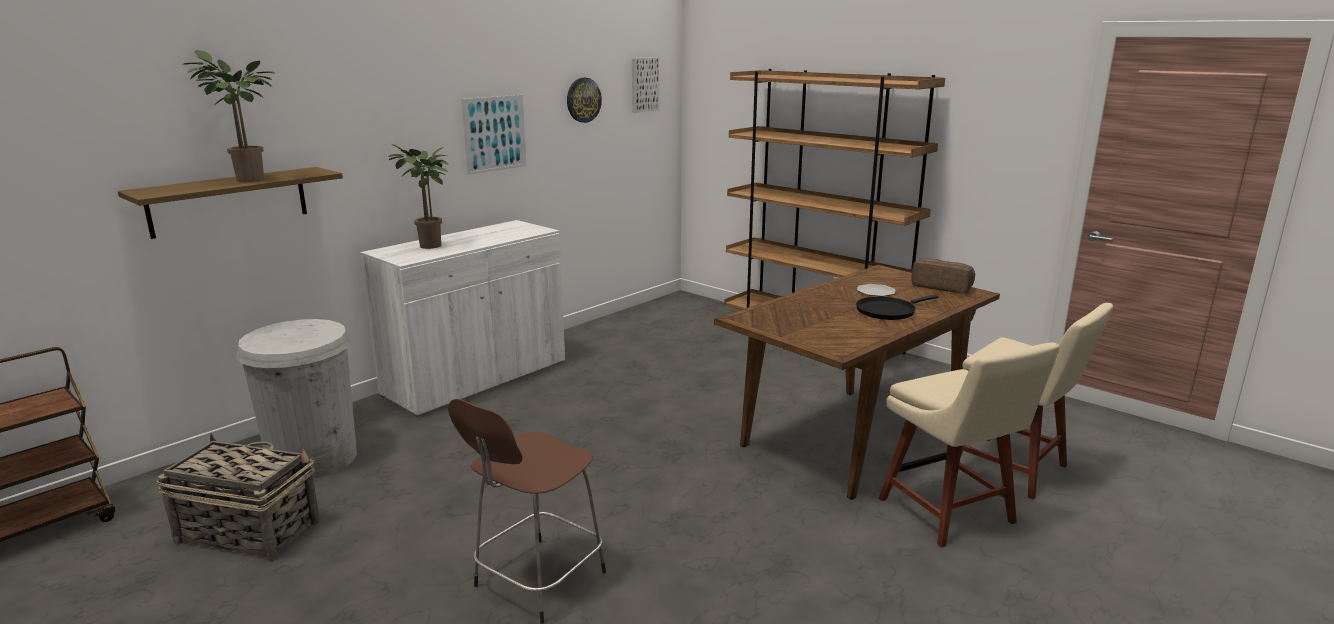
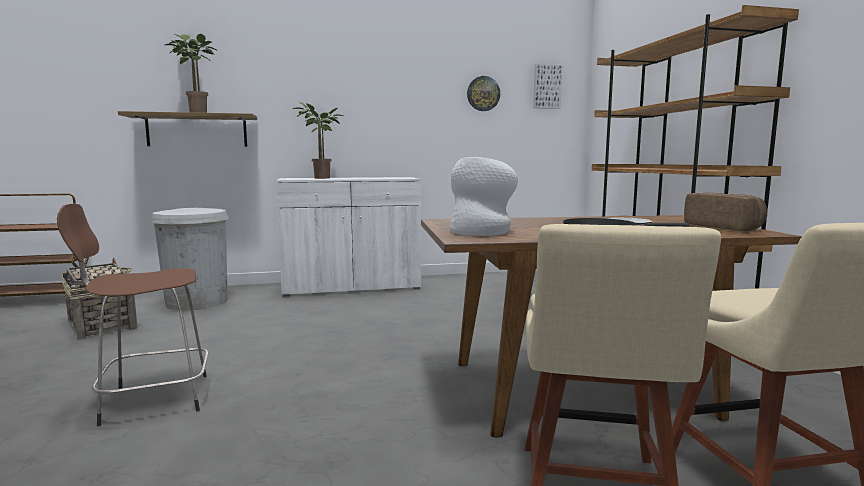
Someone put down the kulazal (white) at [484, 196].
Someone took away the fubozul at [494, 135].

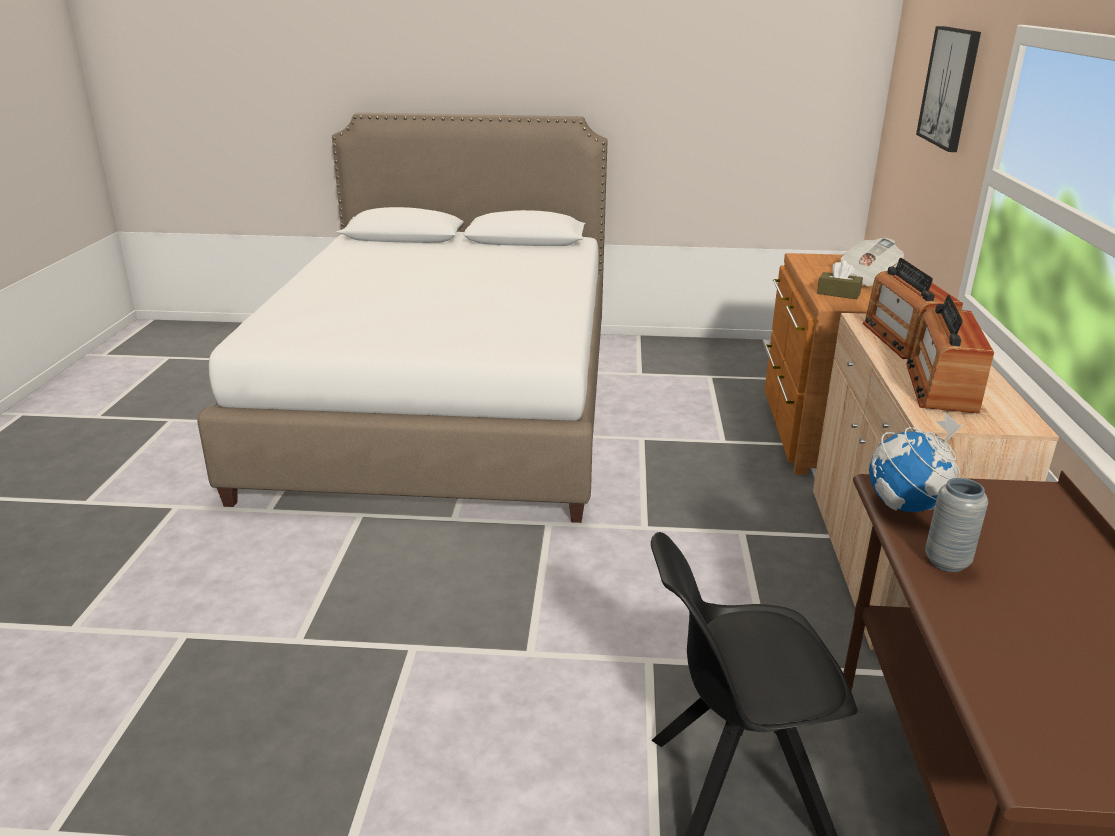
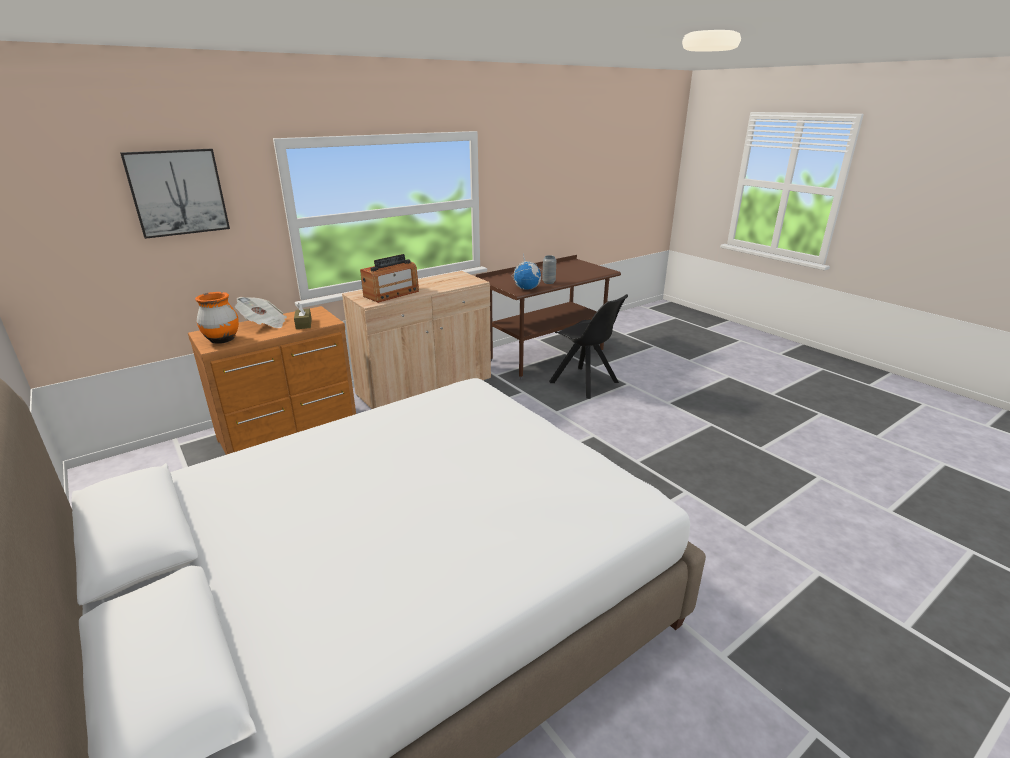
Someone put down the kulazal (orange) at [217, 318].
Someone took away the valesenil at [950, 354].

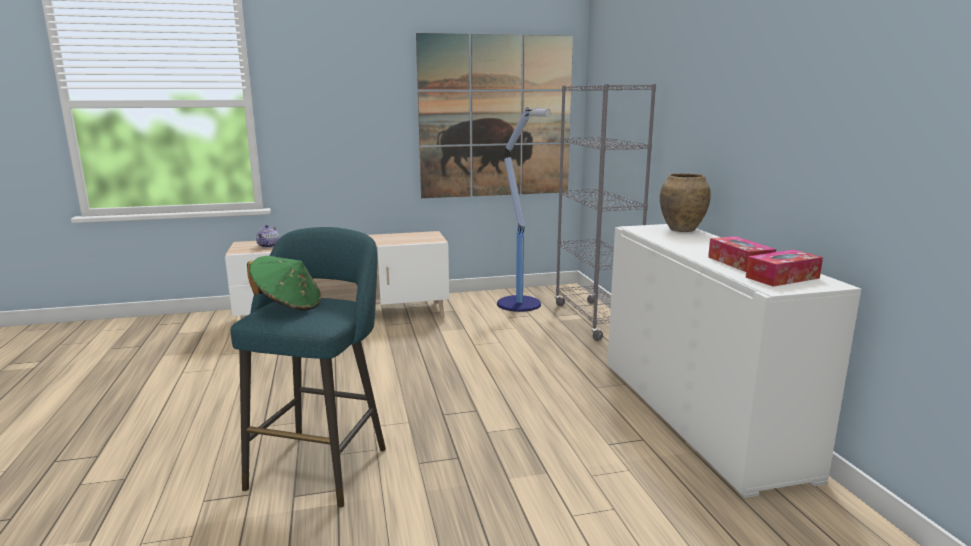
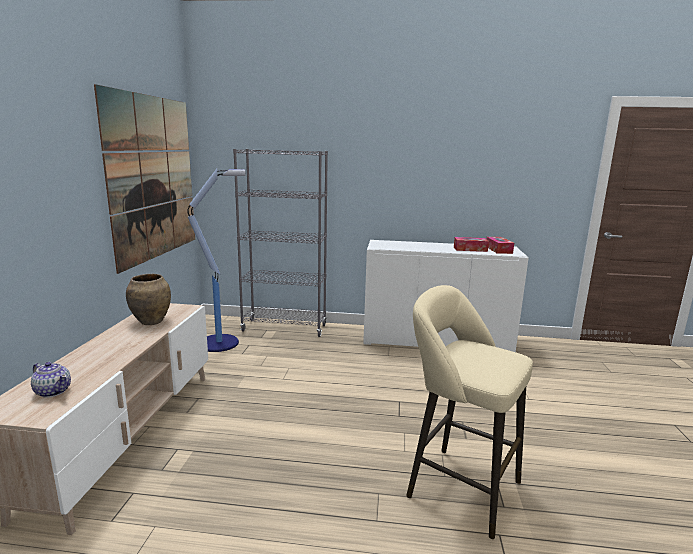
Someone carried the kulazal (brown) from [685, 202] to [148, 299].
Someone repainted the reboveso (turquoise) at [308, 367], which became the reboveso (beige) at [469, 412].
Someone took away the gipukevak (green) at [284, 283].

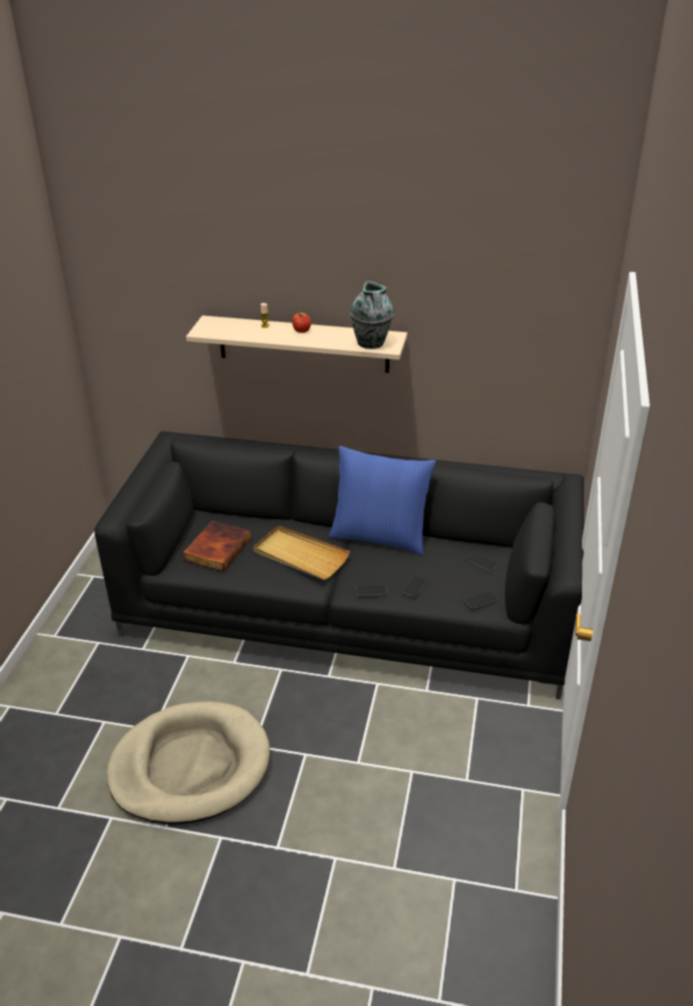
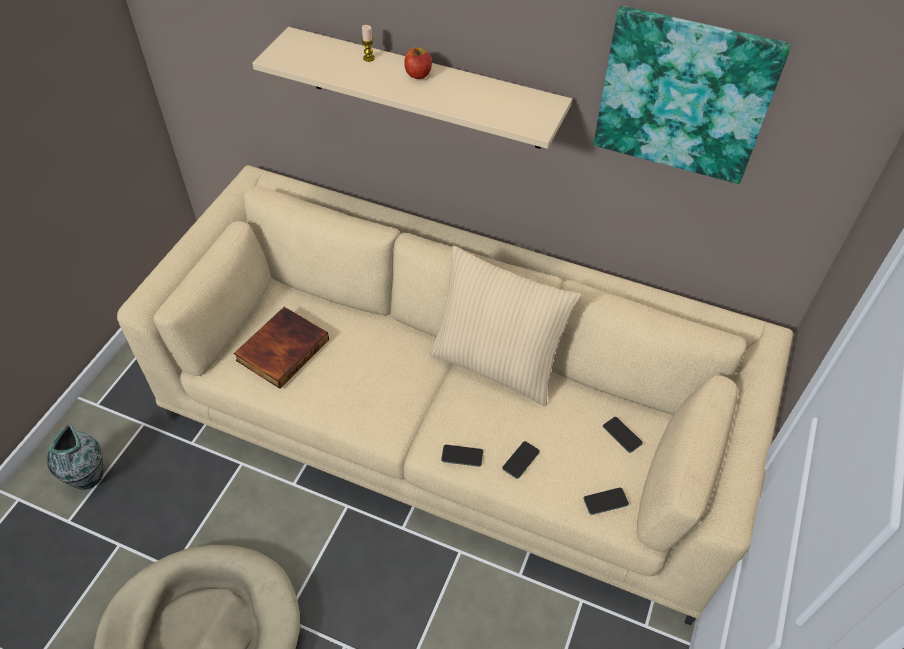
Someone carried the kulazal from [372, 315] to [75, 456].
Someone repainted the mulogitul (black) at [339, 565], which became the mulogitul (beige) at [455, 395].
Someone repainted the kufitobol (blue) at [382, 500], which became the kufitobol (beige) at [505, 325].
Someone put up the fubozul at [692, 95].
Someone took away the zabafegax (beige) at [302, 552].

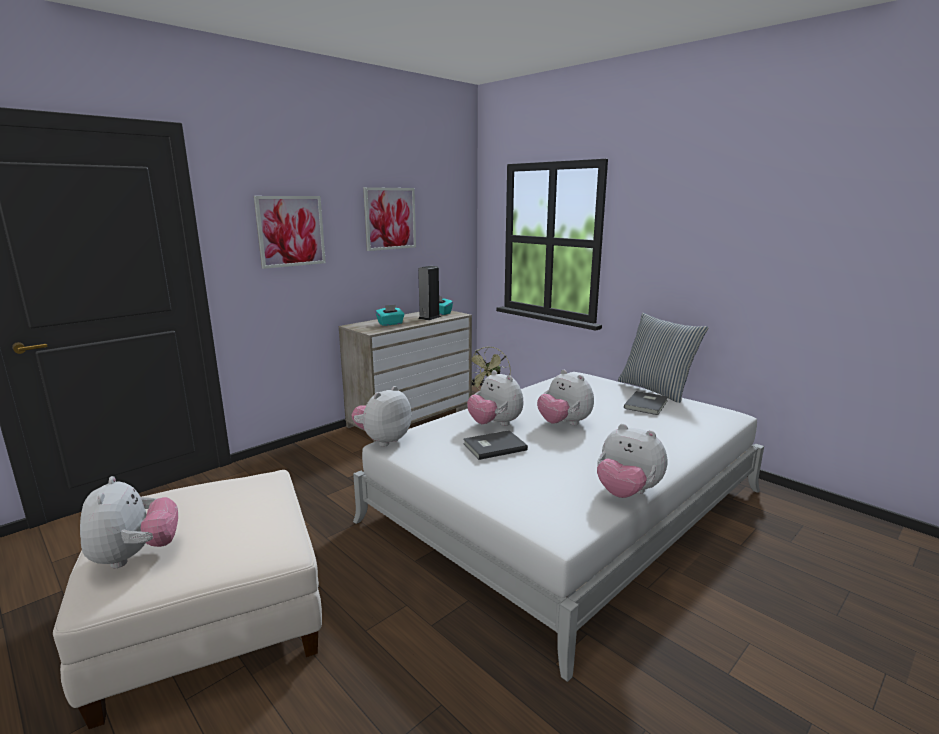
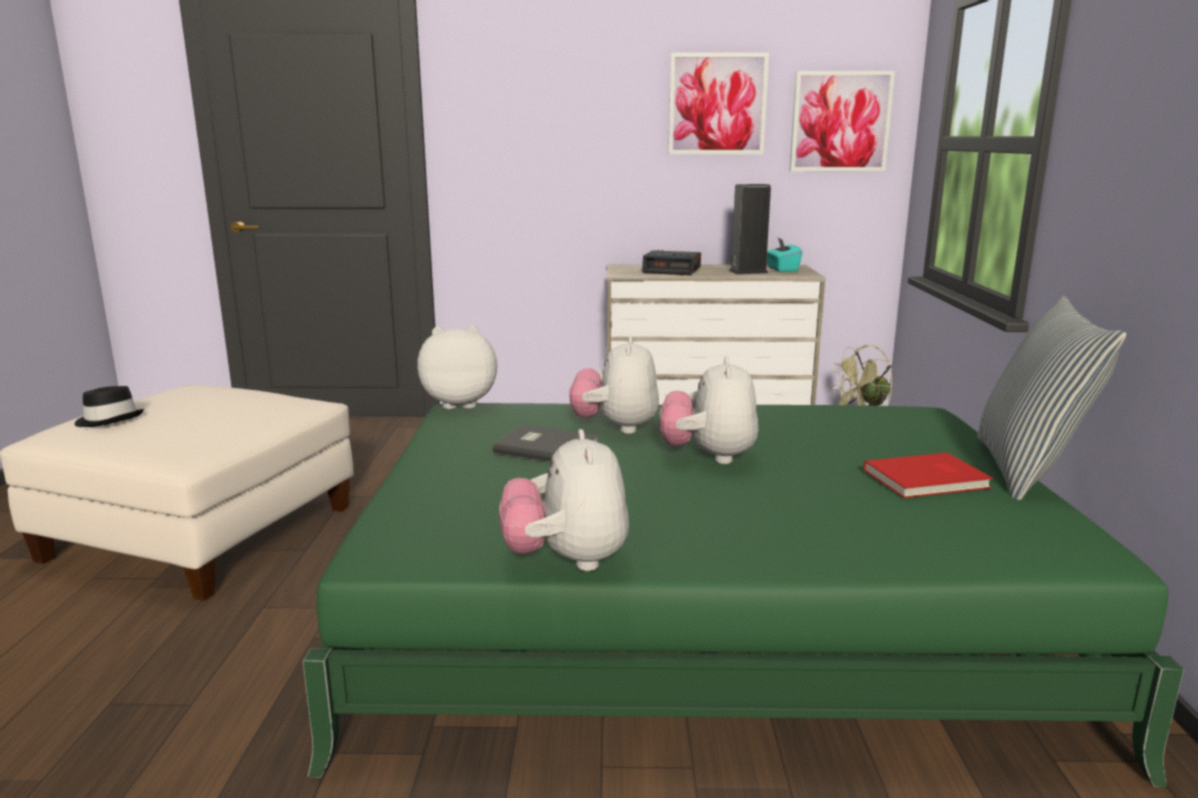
Someone swapped the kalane at [129, 522] for the gipukevak (black) at [109, 406].
Someone repainted the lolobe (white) at [558, 527], which became the lolobe (green) at [743, 595].
Someone swapped the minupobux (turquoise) at [390, 315] for the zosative at [671, 262].
Someone carried the fubozul from [290, 232] to [842, 121].
Someone repainted the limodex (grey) at [646, 403], which became the limodex (red) at [928, 475].

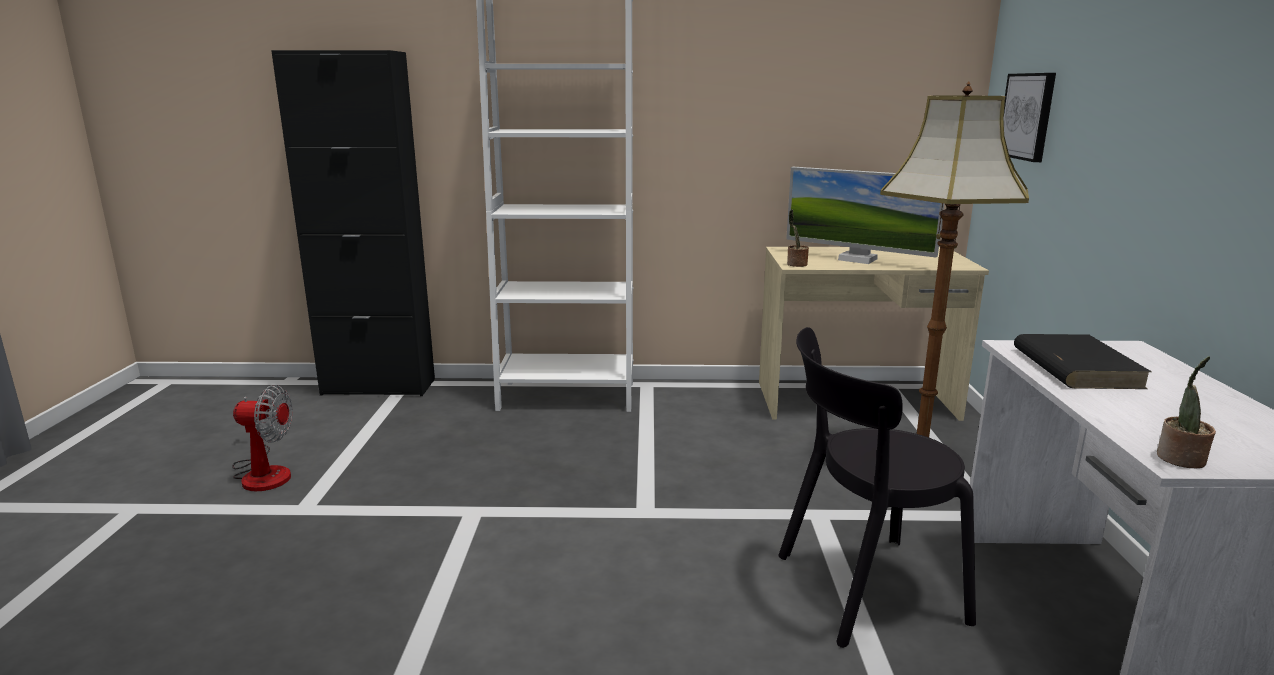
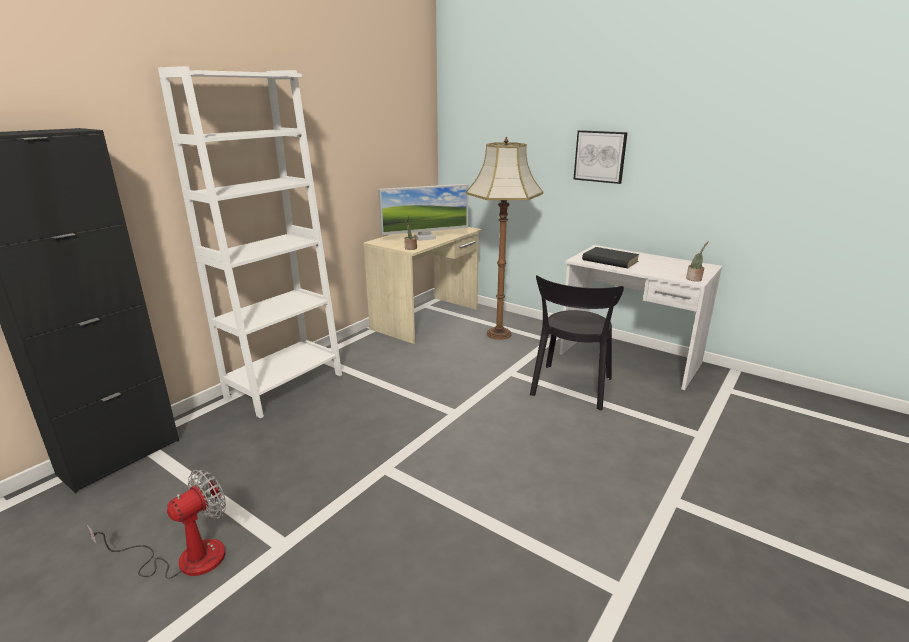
Someone carried the fubozul from [1029, 117] to [600, 157].

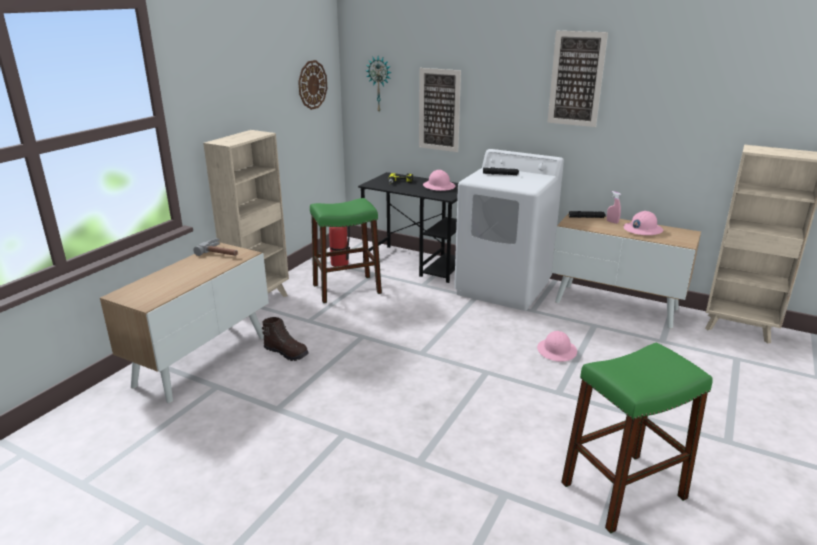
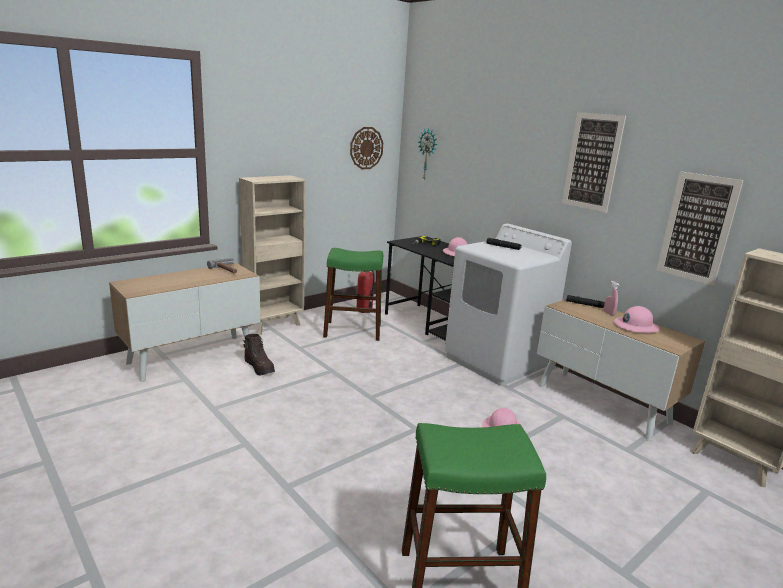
Someone carried the fubozul from [440, 110] to [700, 228].

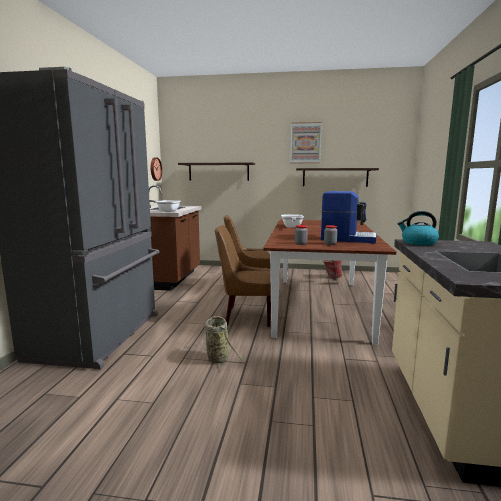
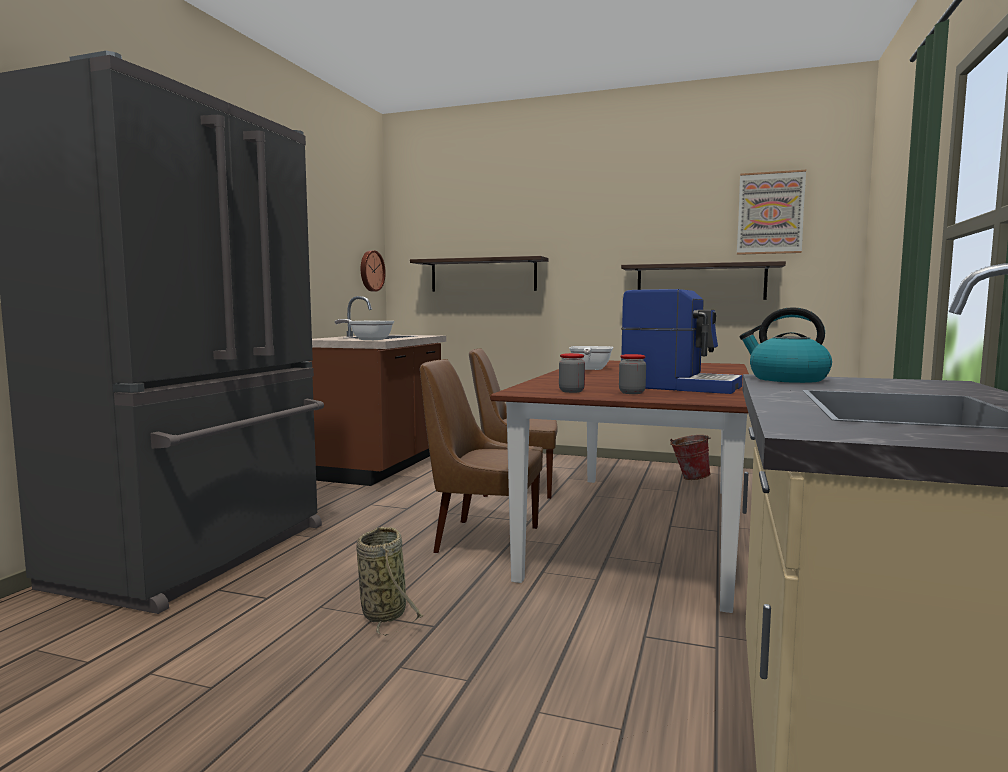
Someone carried the fubozul from [306, 142] to [771, 212].

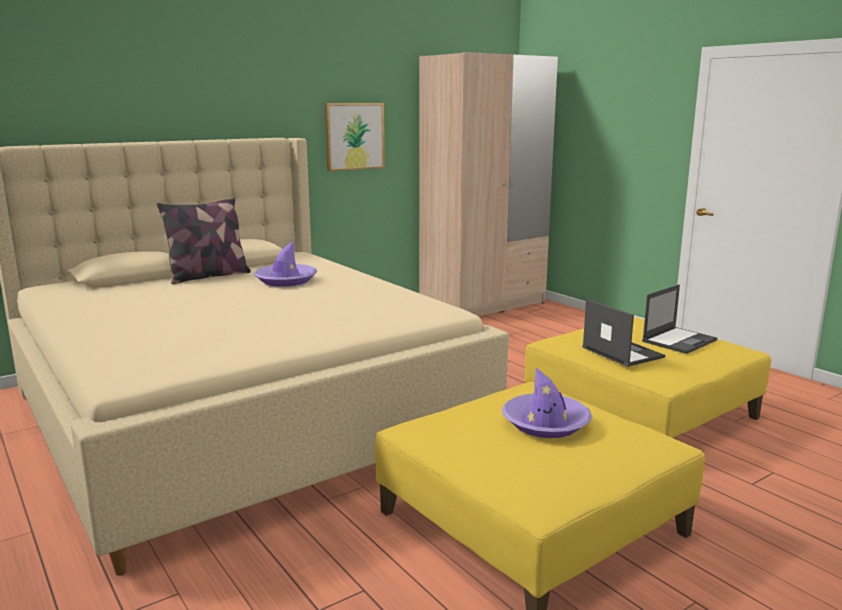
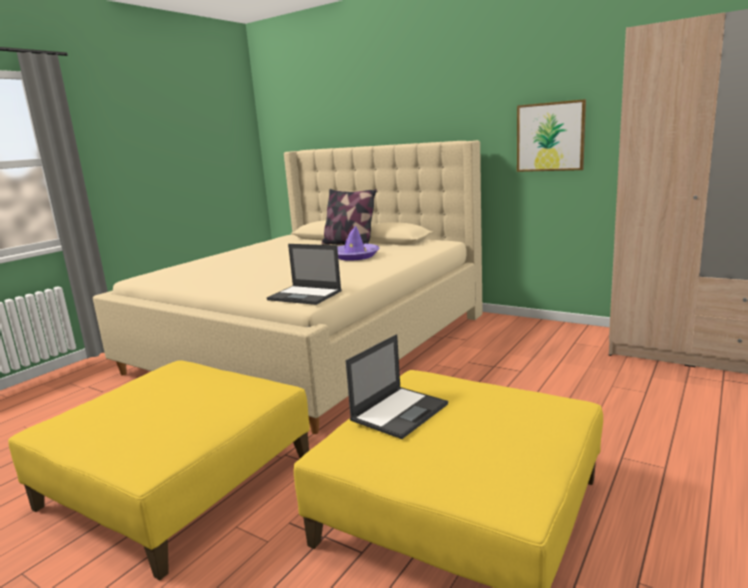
Someone carried the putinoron from [679, 319] to [304, 274].
Someone took away the gipukevak (purple) at [547, 403].

